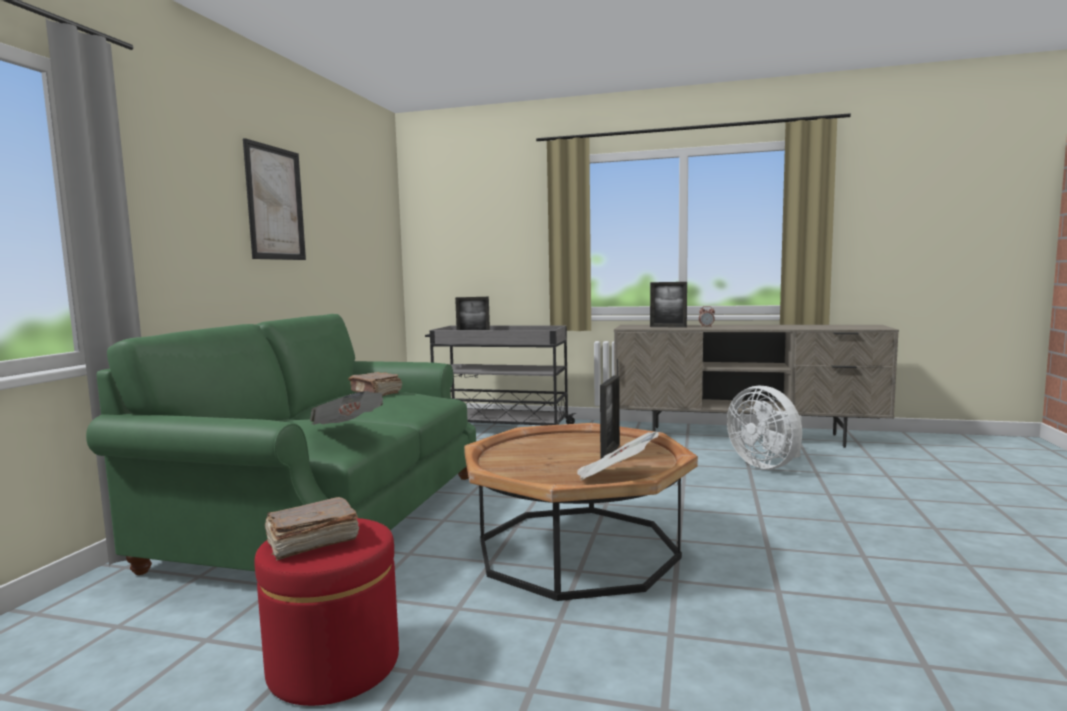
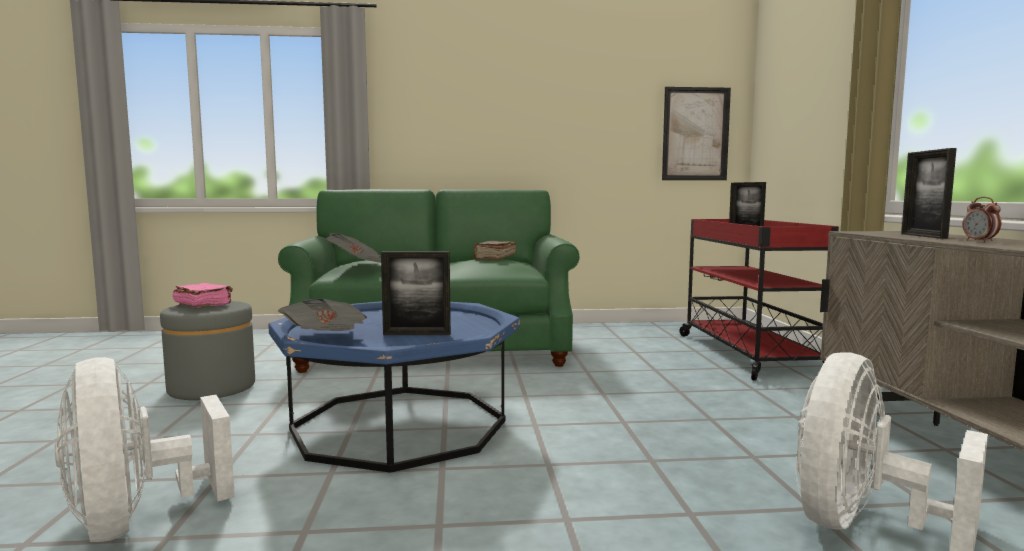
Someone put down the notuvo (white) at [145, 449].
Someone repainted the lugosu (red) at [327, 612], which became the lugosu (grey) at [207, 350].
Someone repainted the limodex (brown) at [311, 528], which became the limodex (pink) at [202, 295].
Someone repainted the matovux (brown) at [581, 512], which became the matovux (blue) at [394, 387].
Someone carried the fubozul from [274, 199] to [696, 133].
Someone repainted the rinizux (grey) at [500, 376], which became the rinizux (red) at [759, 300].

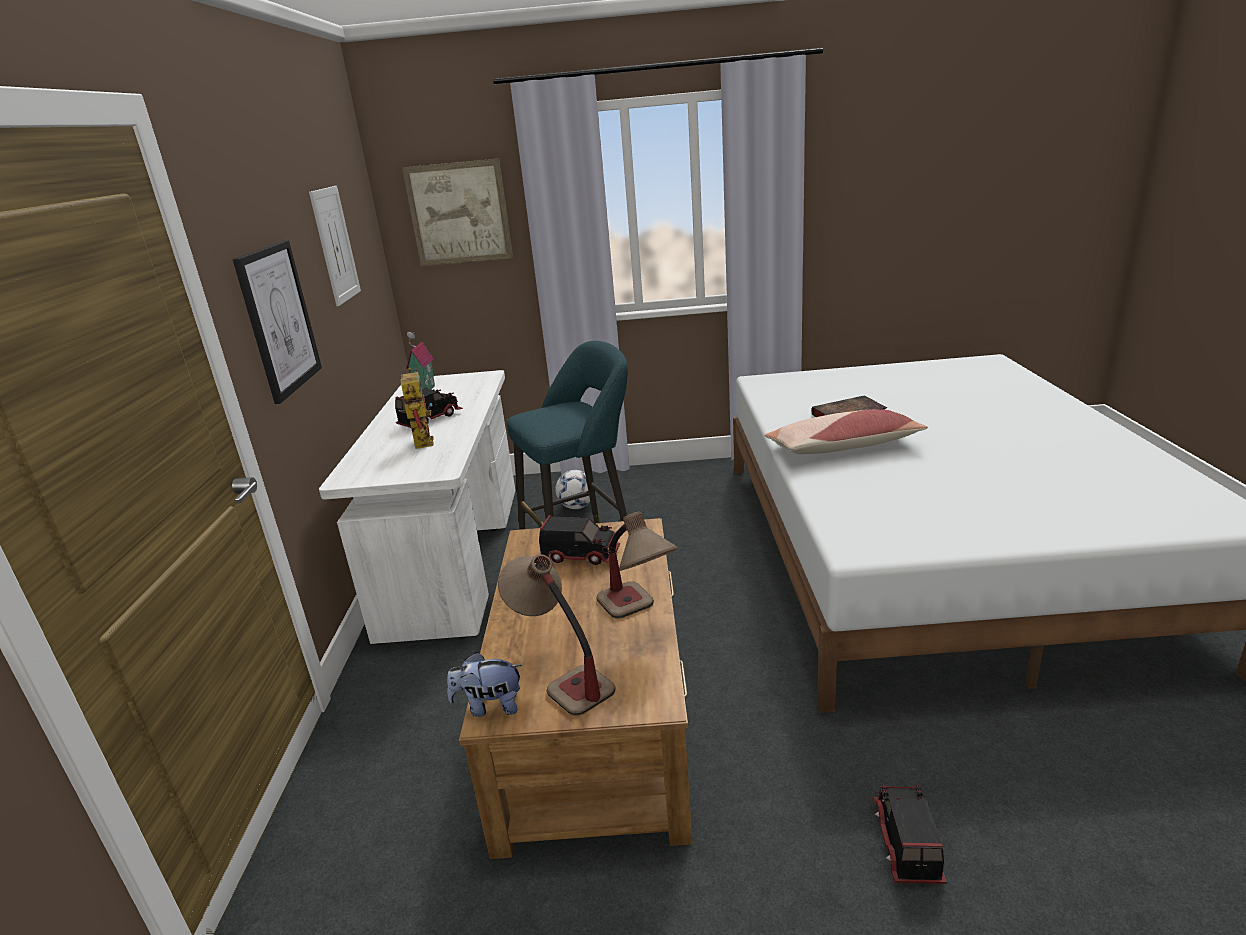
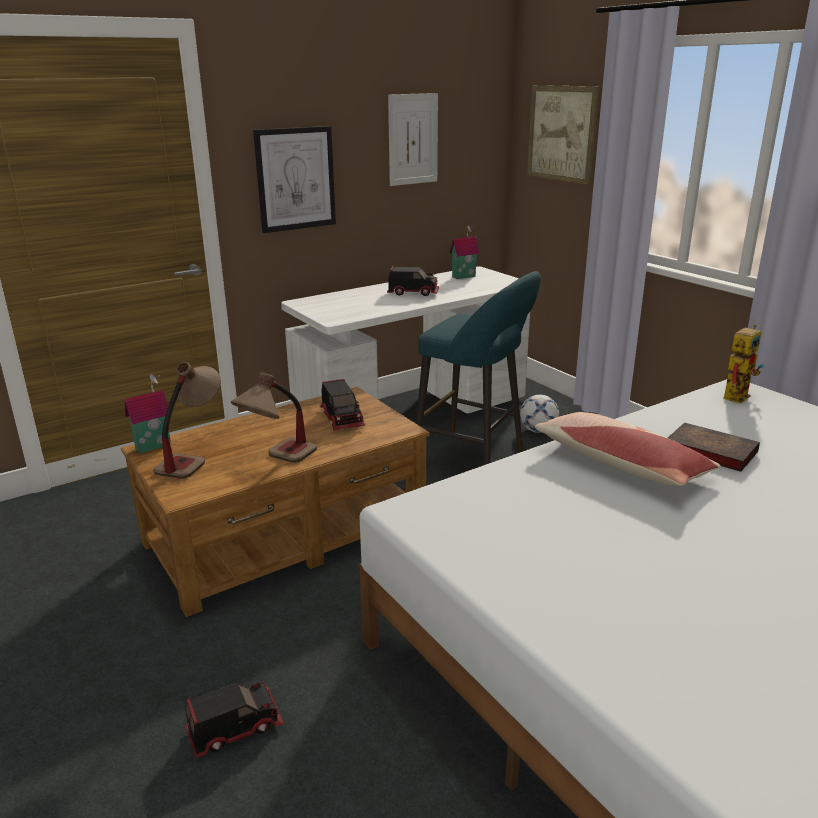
Someone swapped the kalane at [484, 684] for the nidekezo at [148, 413].
Someone carried the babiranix from [415, 408] to [743, 363].

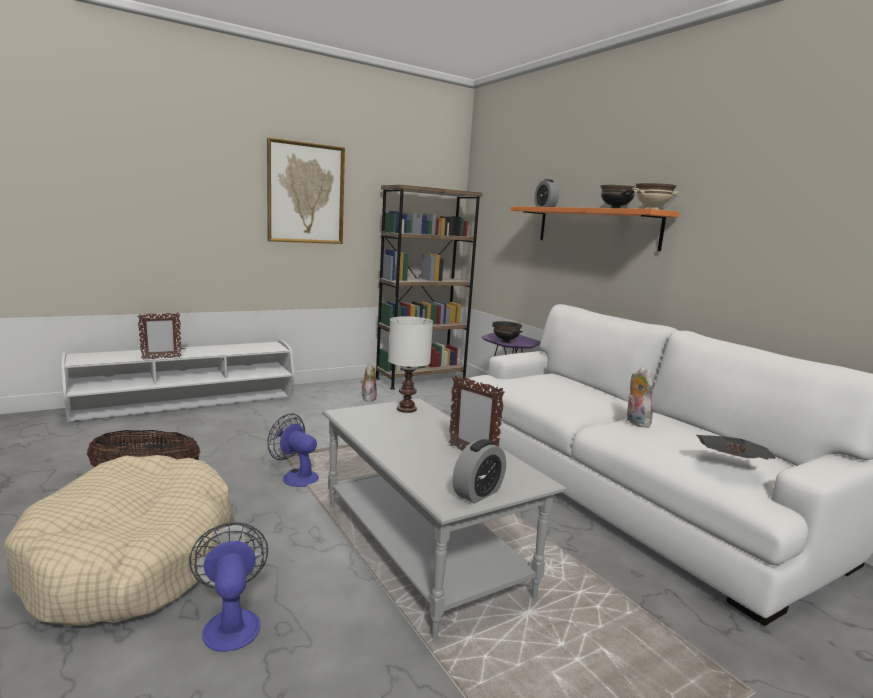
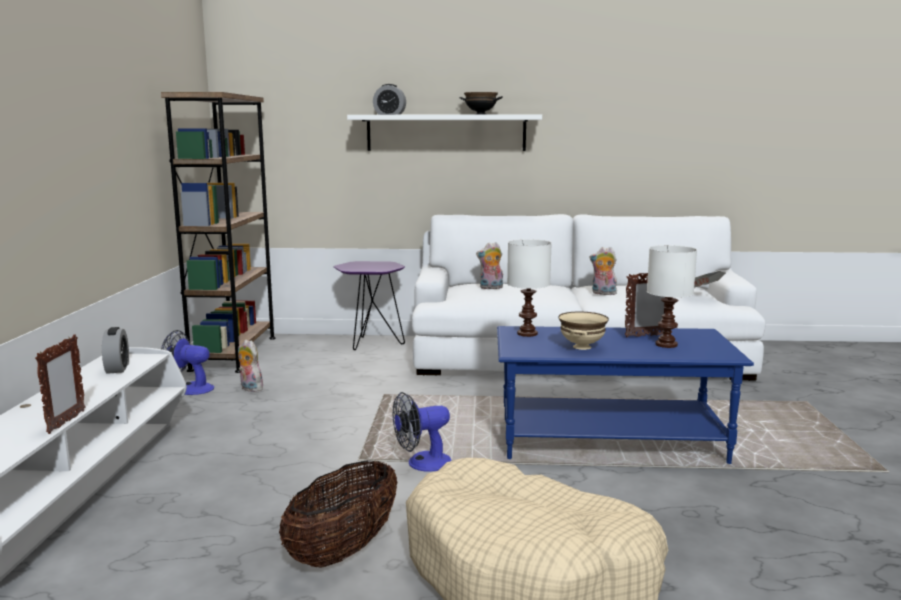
Someone carried the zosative from [479, 471] to [115, 350].
Someone carried the notuvo from [228, 587] to [187, 362].
Someone repainted the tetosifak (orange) at [595, 228], which became the tetosifak (white) at [444, 132].
Someone put down the kalane at [489, 266].
Someone repainted the matovux (grey) at [444, 518], which became the matovux (blue) at [625, 395].
Someone carried the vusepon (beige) from [655, 196] to [584, 331].
Someone put down the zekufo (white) at [672, 296].
Someone took away the fubozul at [306, 191].
Someone took away the vusepon (black) at [507, 332].

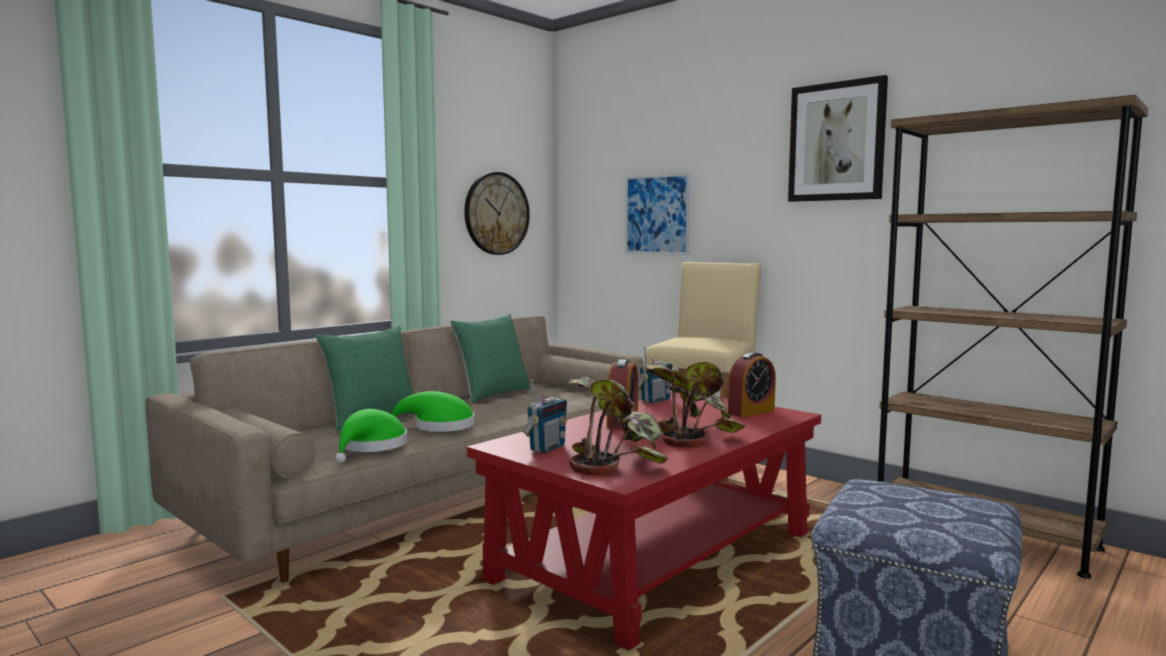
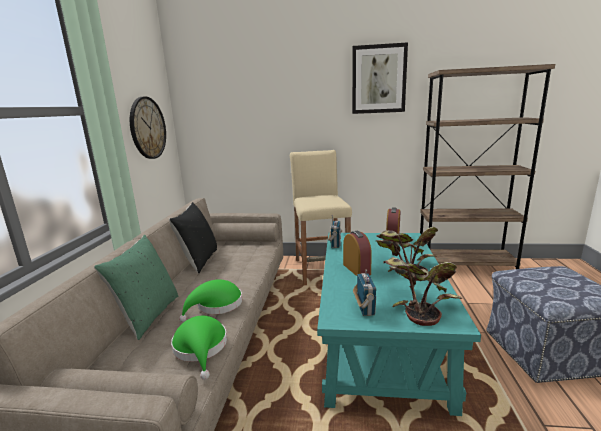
Someone repainted the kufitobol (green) at [490, 358], which became the kufitobol (black) at [193, 237].
Someone repainted the matovux (red) at [644, 521], which became the matovux (turquoise) at [399, 324].
Someone took away the fubozul at [657, 214].

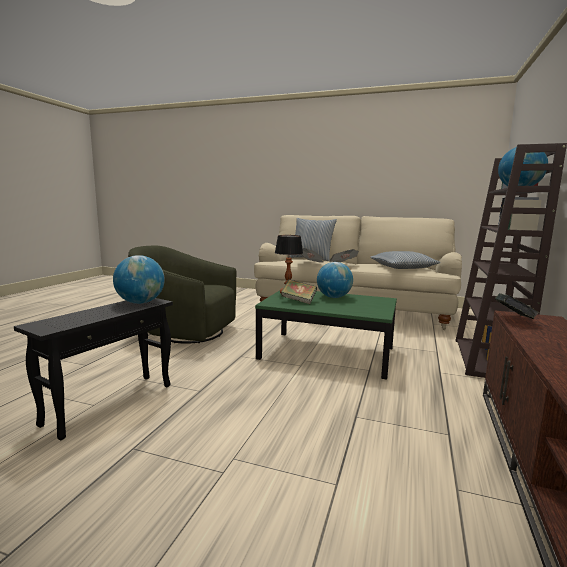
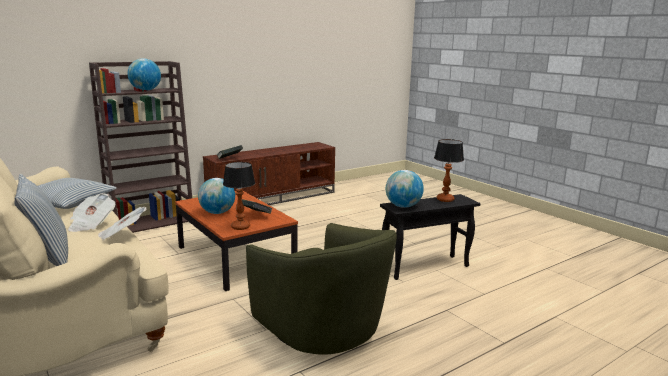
Someone repainted the matovux (green) at [326, 335], which became the matovux (brown) at [236, 241].
Someone put down the zekufo at [449, 170].

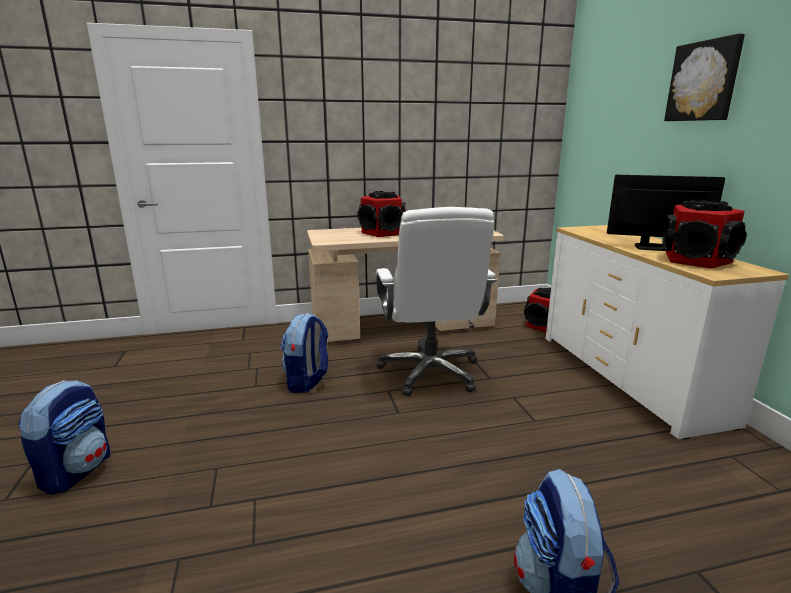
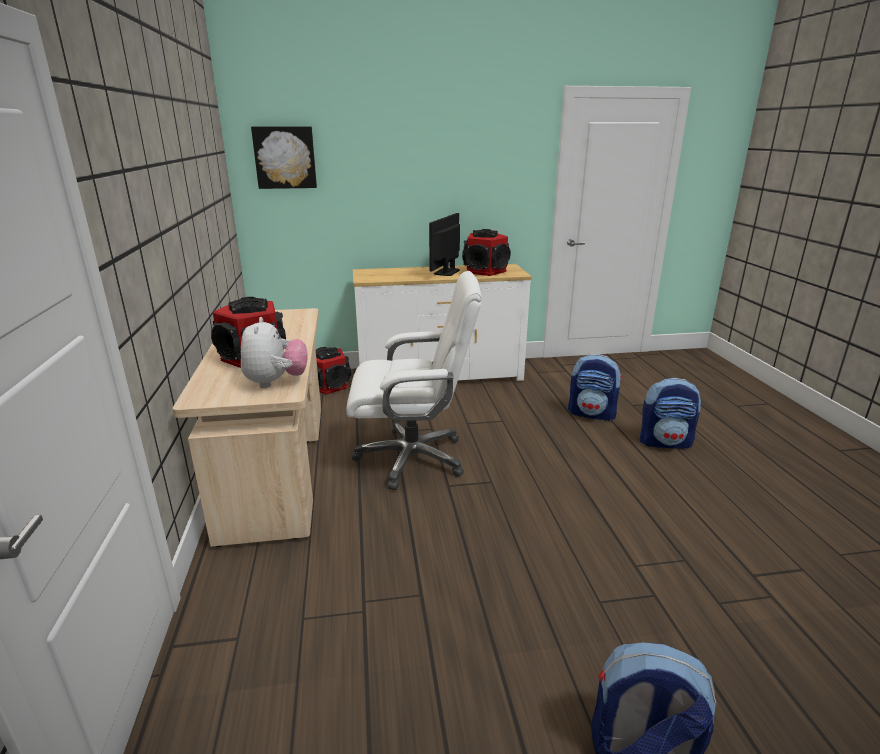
Someone put down the kalane at [274, 352].
Someone carried the fubozul from [704, 77] to [284, 157].
Someone carried the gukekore from [305, 353] to [595, 387].

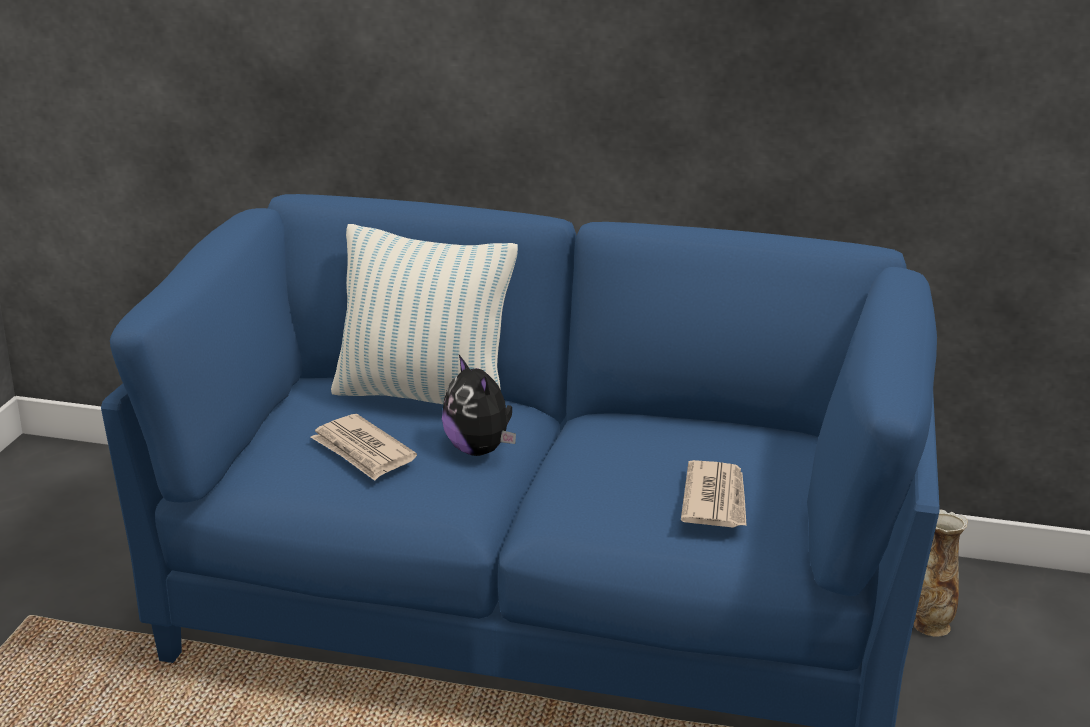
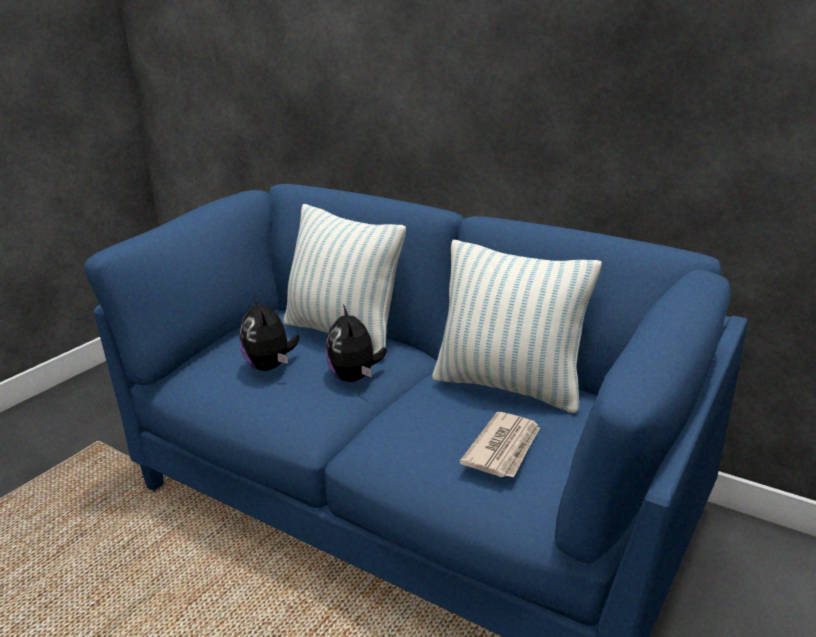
Someone swapped the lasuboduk at [364, 447] for the kalane at [269, 333].
Someone put down the kufitobol at [517, 326].
Someone took away the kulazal at [941, 573].

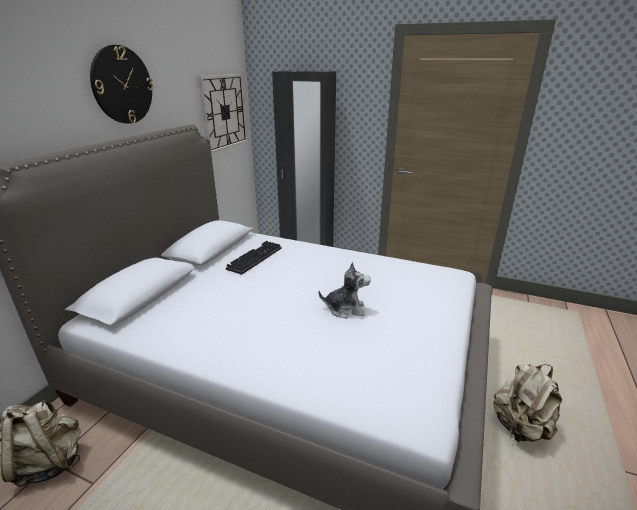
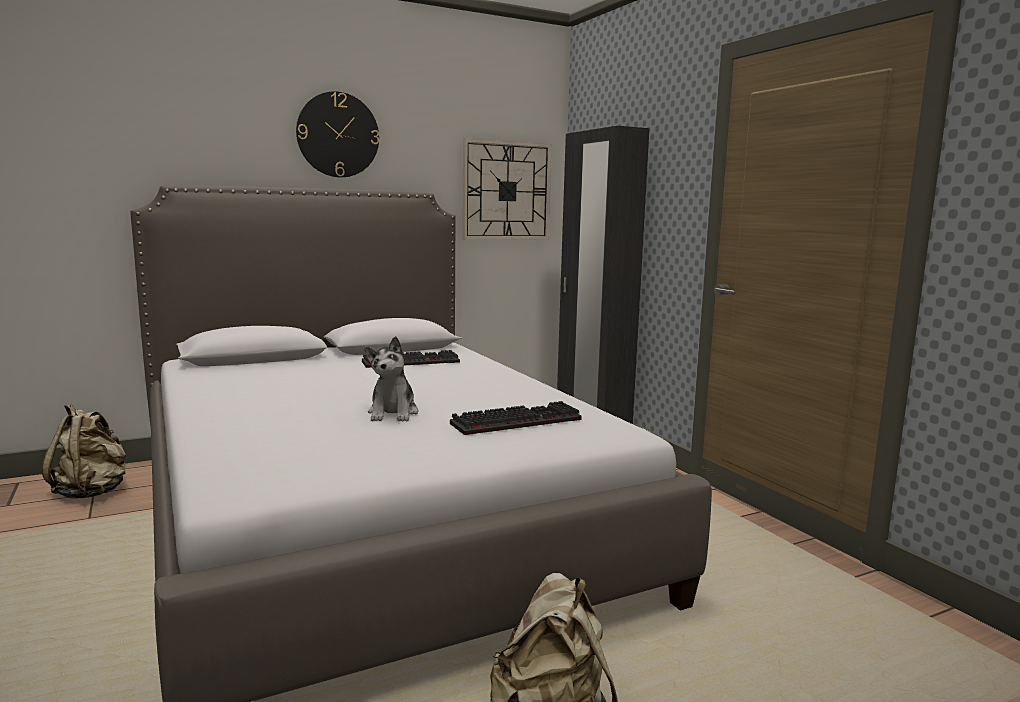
Someone rotated the kalane at [344, 290] by 45 degrees clockwise.
Someone put down the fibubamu at [516, 418].

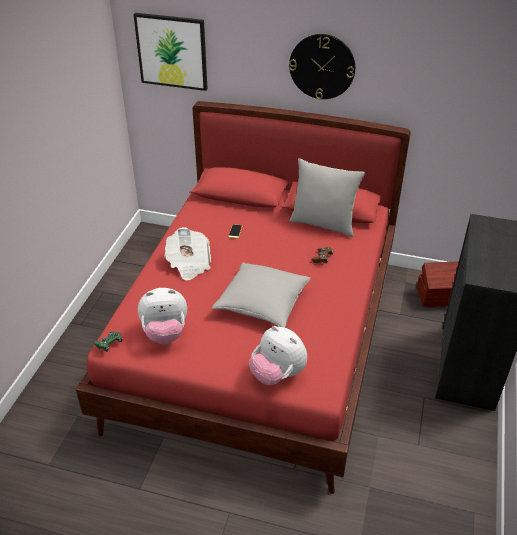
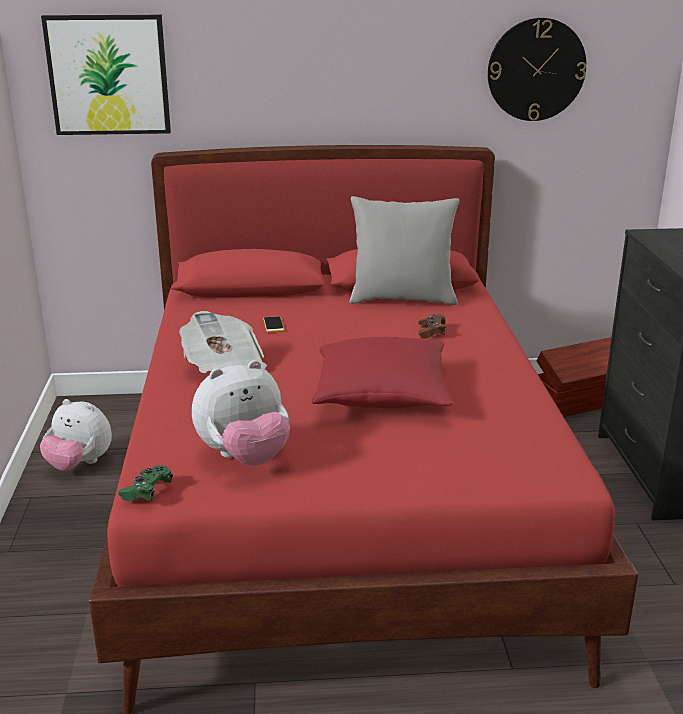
Someone carried the kalane from [278, 355] to [76, 435].
Someone repainted the kufitobol (grey) at [261, 295], which became the kufitobol (red) at [382, 373].
Someone carried the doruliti from [322, 66] to [537, 69].

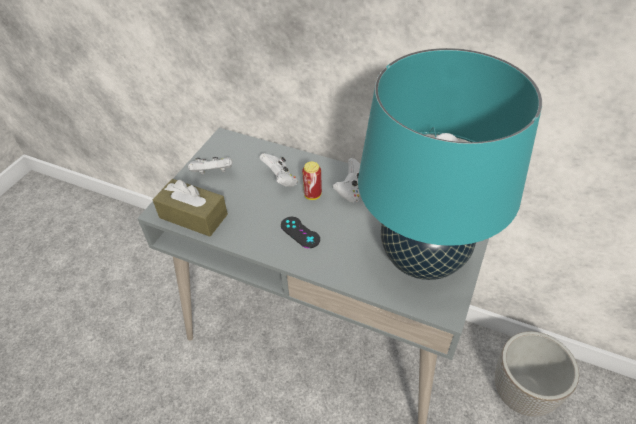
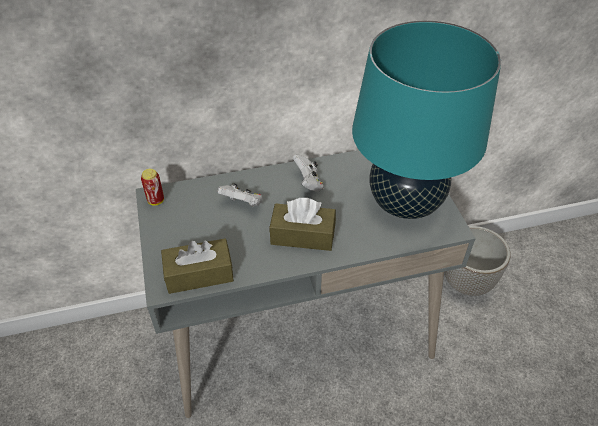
Someone carried the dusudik from [312, 181] to [152, 187].
Someone swapped the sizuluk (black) at [300, 232] for the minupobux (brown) at [303, 224].
Someone took away the sizuluk (white) at [210, 166].

